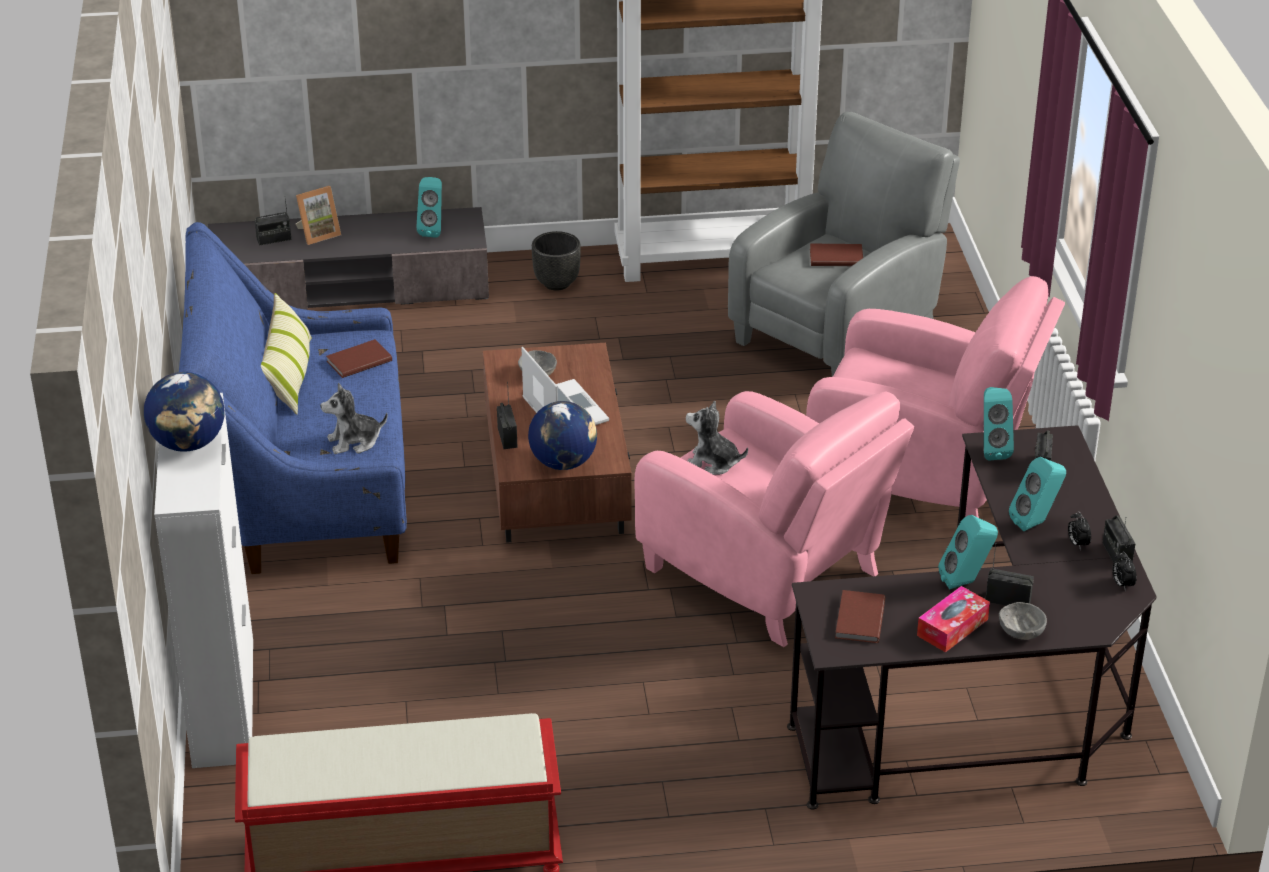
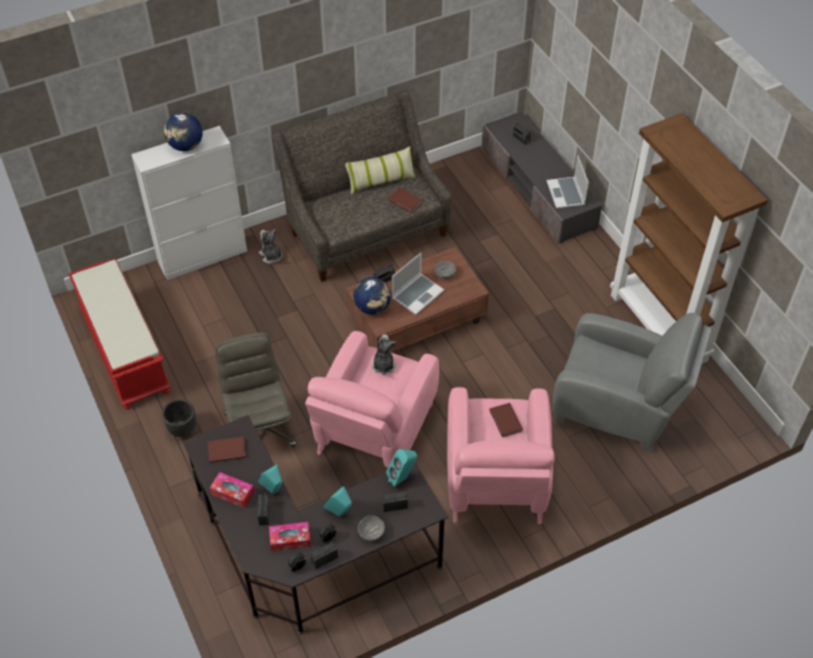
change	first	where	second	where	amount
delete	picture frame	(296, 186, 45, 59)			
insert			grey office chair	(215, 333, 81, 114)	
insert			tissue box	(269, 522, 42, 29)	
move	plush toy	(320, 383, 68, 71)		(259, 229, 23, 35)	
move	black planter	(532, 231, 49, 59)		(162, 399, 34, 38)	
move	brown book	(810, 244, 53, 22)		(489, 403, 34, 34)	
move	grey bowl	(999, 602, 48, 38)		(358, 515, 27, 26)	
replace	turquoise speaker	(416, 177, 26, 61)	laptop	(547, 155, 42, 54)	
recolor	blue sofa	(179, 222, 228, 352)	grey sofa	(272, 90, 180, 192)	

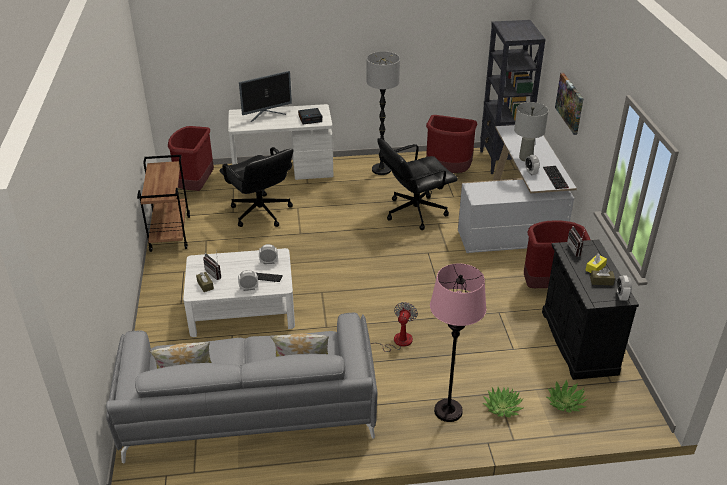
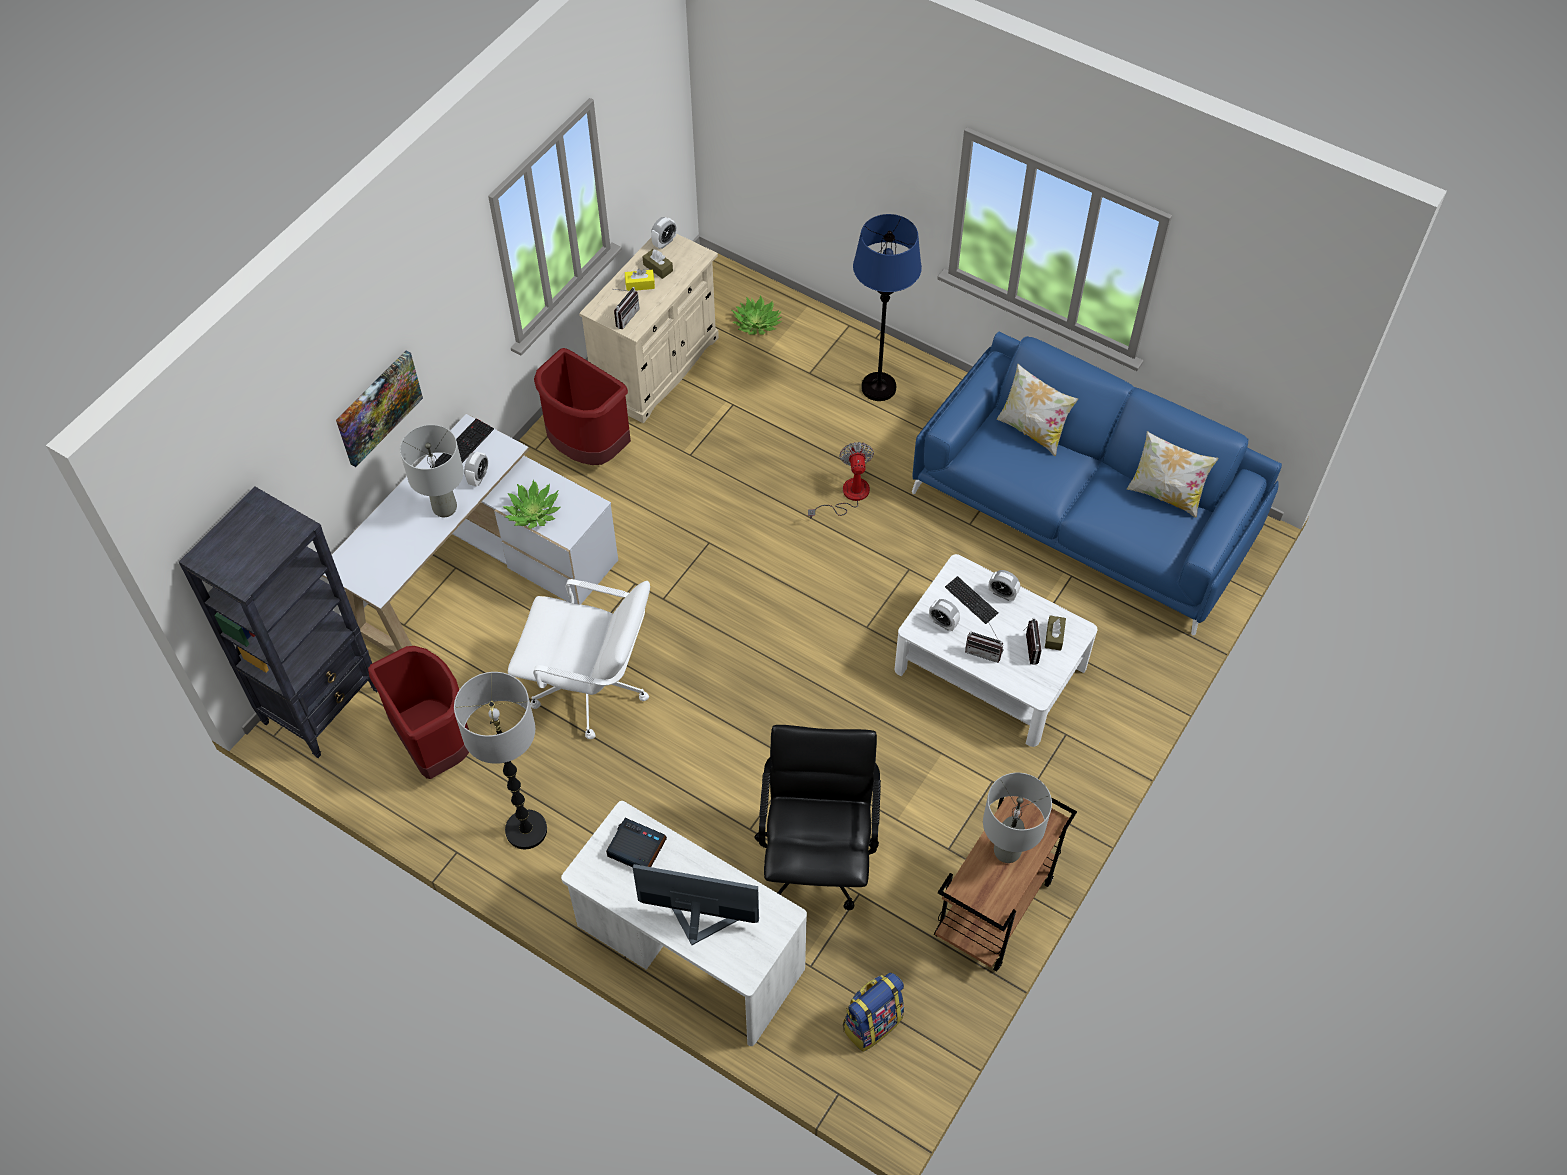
change	first	where	second	where	amount
insert			radio	(965, 620, 39, 43)	
insert			grey table lamp	(983, 773, 69, 90)	
move	potted plant	(483, 386, 40, 31)		(502, 480, 59, 49)	
replace	red trash can	(168, 126, 46, 65)	backpack	(843, 973, 61, 79)	
recolor	grey sofa	(106, 313, 272, 151)	blue sofa	(912, 331, 370, 305)	
recolor	black office chair	(377, 138, 81, 92)	white office chair	(508, 579, 142, 160)	
recolor	pink floor lamp	(430, 263, 57, 159)	blue floor lamp	(853, 214, 69, 187)	
recolor	black cabinet	(542, 240, 97, 140)	beige cabinet	(579, 233, 140, 190)	
rotate	fan	(371, 302, 47, 50)		(808, 442, 66, 77)	120 degrees clockwise

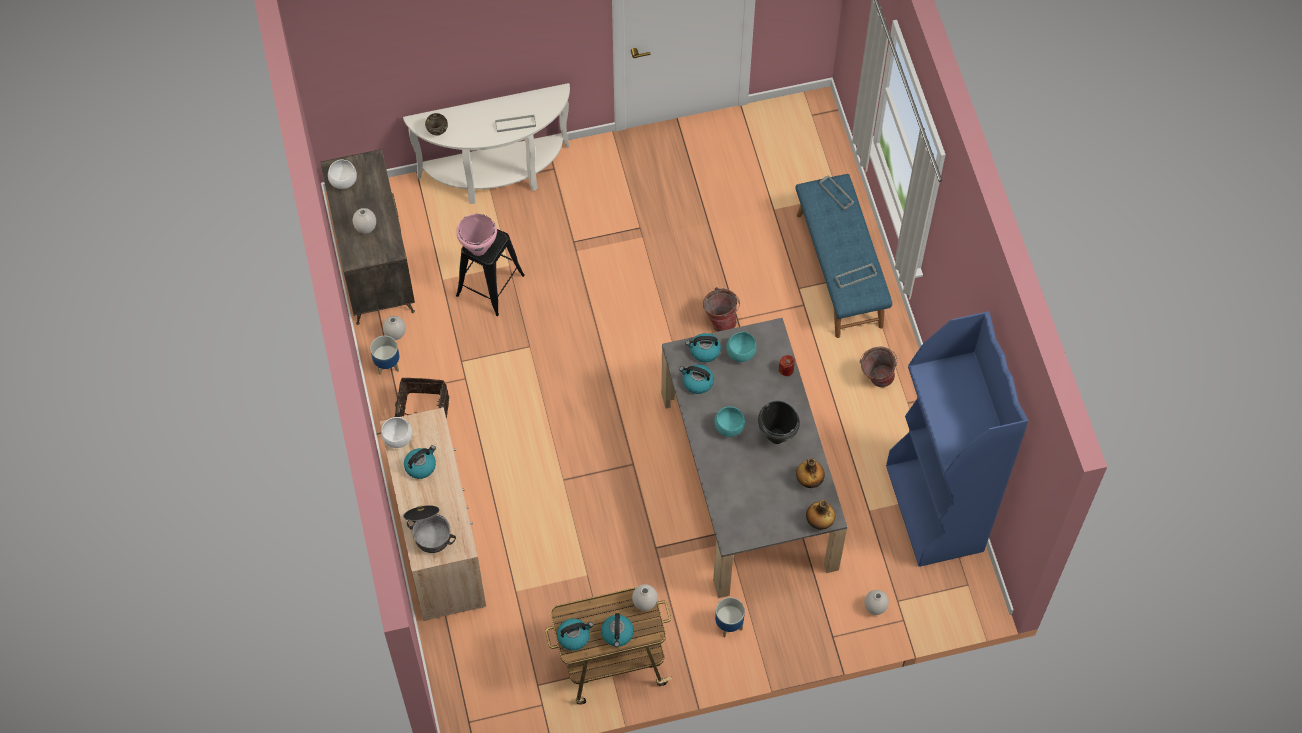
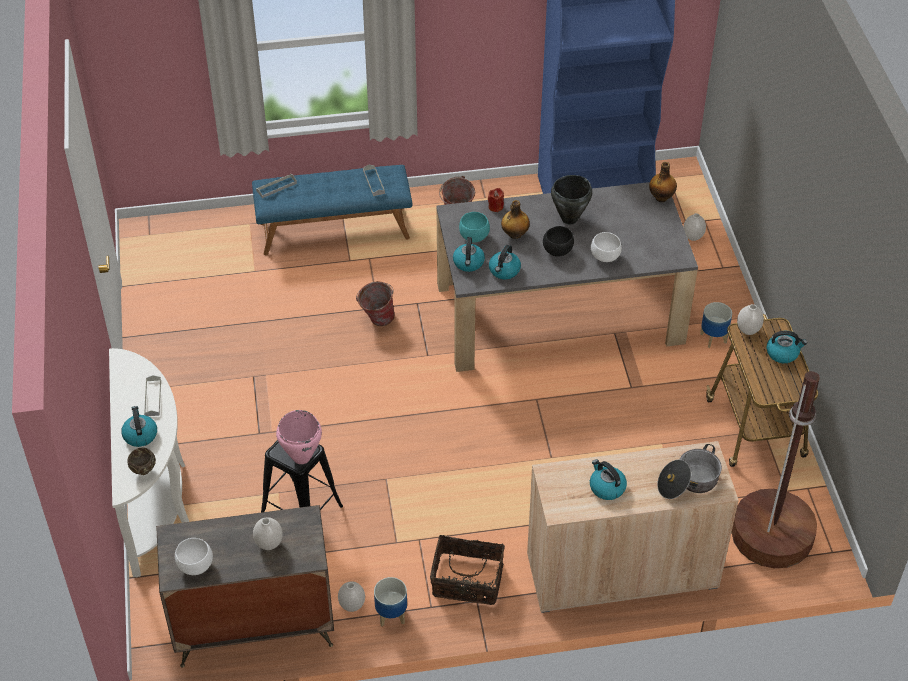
change	first	where	second	where	amount
insert			brown floor lamp	(731, 371, 89, 197)	
move	white bowl	(381, 417, 31, 31)		(591, 232, 31, 30)	
move	kettle	(557, 619, 36, 32)		(121, 406, 36, 41)	
move	bottle	(796, 458, 29, 30)		(501, 200, 29, 39)	
recolor	turquoise bowl	(714, 406, 31, 31)	black bowl	(543, 226, 31, 31)	

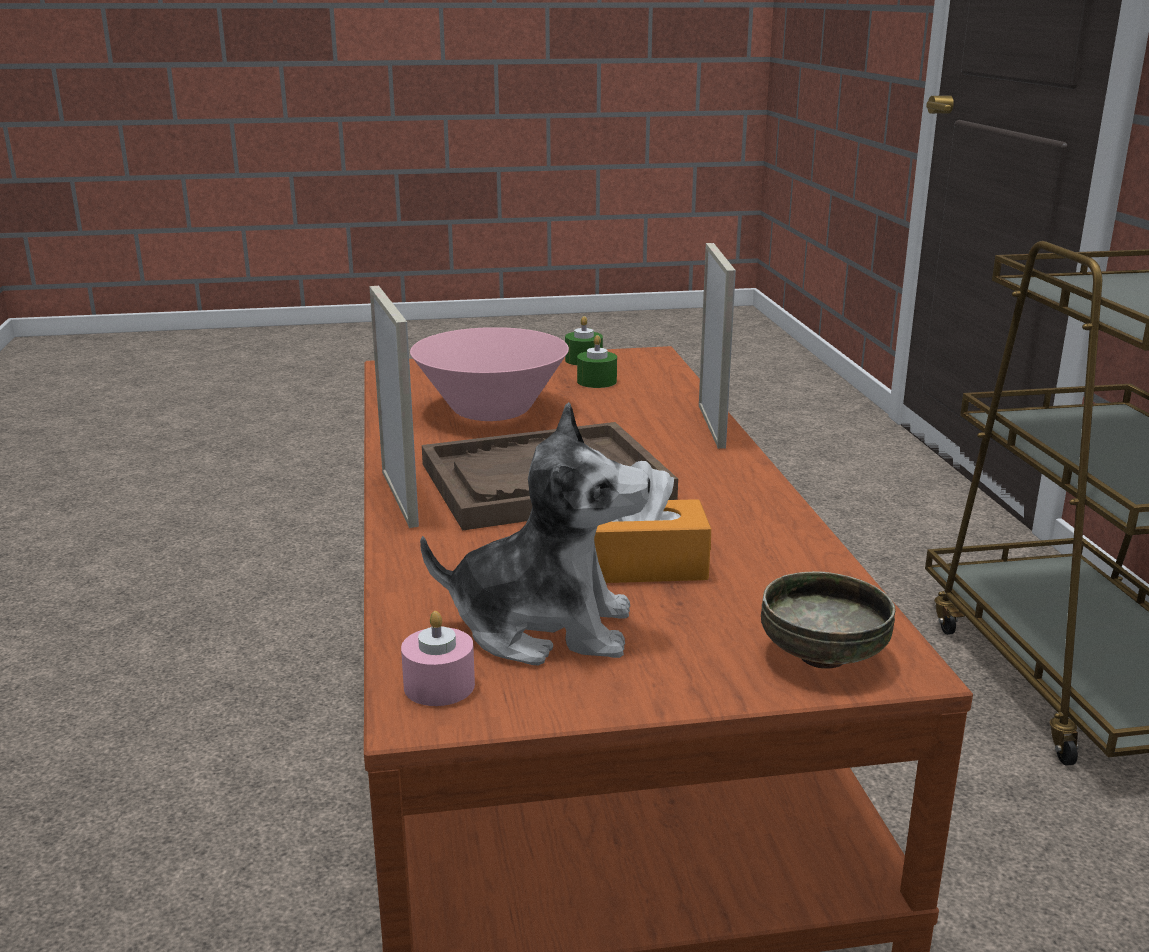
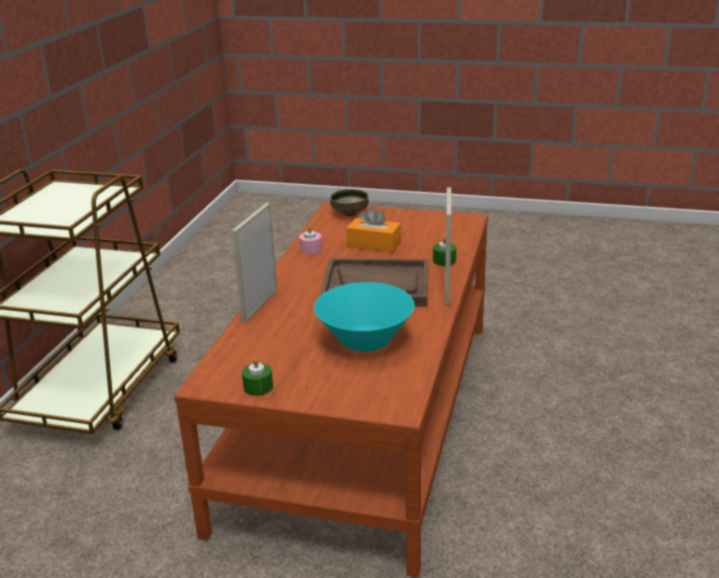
change	first	where	second	where	amount
delete	plush toy	(420, 402, 230, 264)			
move	pink candle	(401, 611, 74, 95)		(299, 225, 23, 29)	
move	green candle	(577, 335, 40, 53)		(433, 236, 23, 30)	
recolor	pink bowl	(410, 327, 159, 94)	turquoise bowl	(314, 282, 101, 70)	

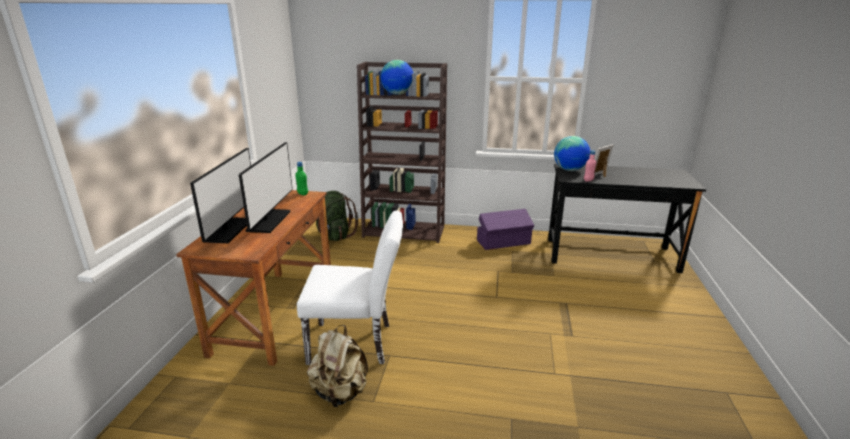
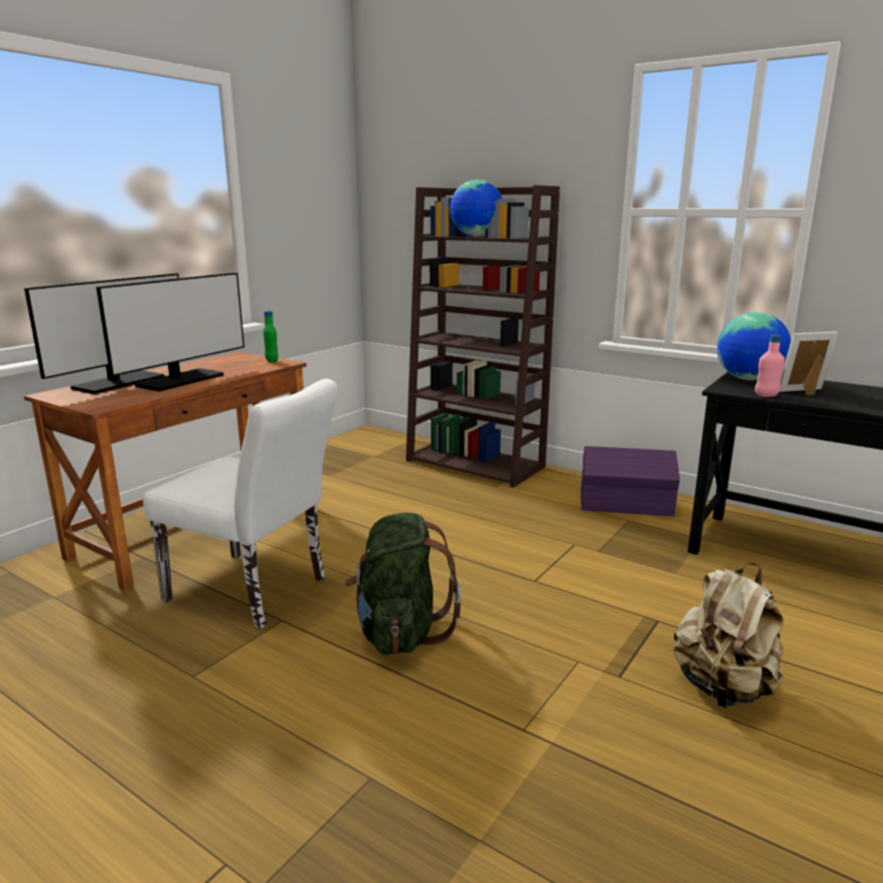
change	first	where	second	where	amount
move	beige backpack	(307, 325, 61, 82)		(673, 563, 111, 145)	
move	green backpack	(316, 191, 42, 50)		(345, 512, 116, 143)	

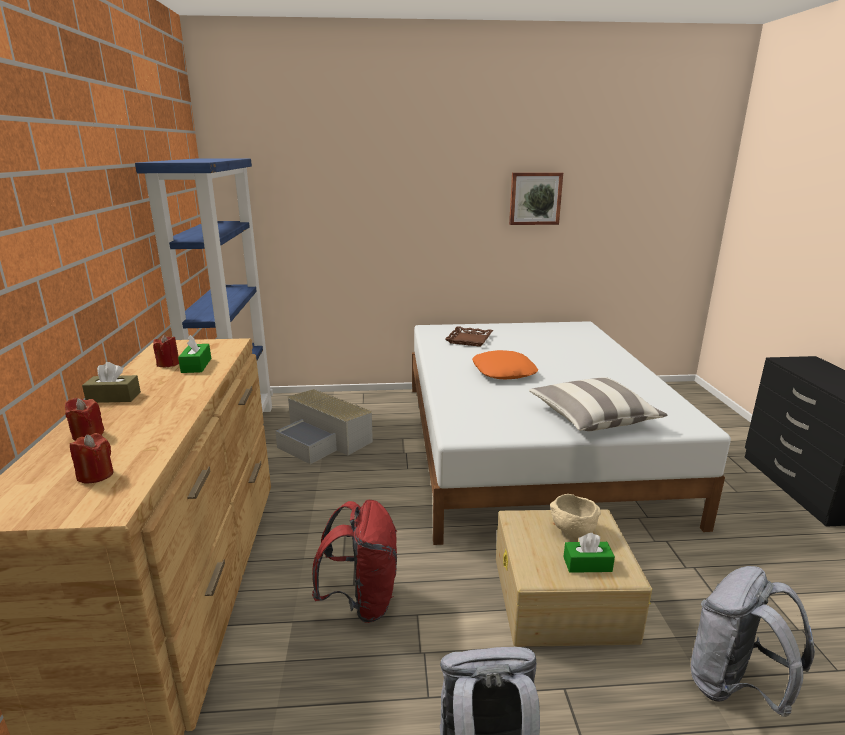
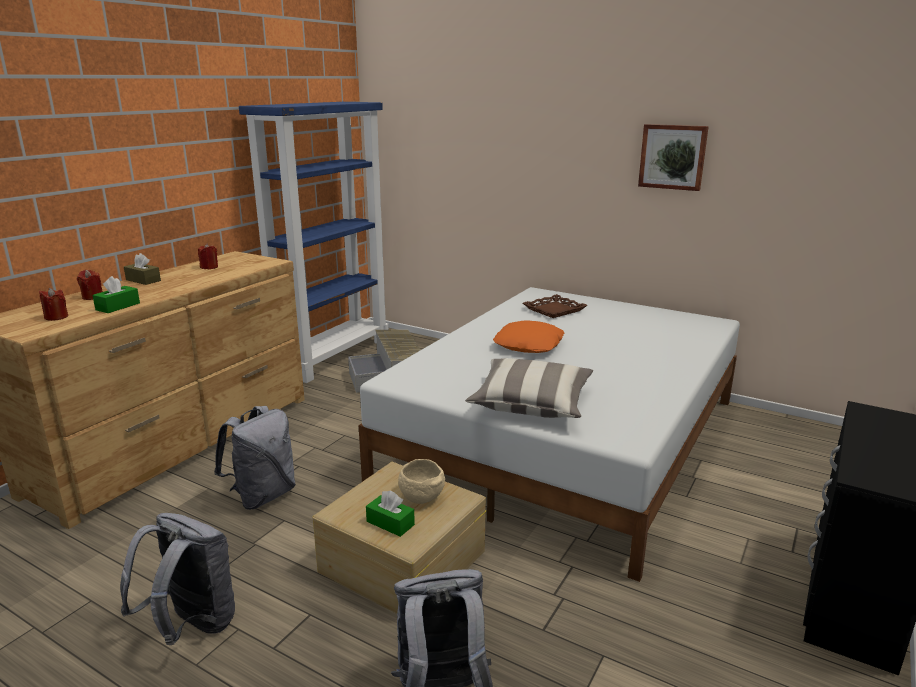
change	first	where	second	where	amount
move	green tissue box	(178, 335, 33, 38)		(92, 276, 48, 37)	
recolor	red backpack	(312, 500, 85, 123)	grey backpack	(214, 406, 82, 104)	

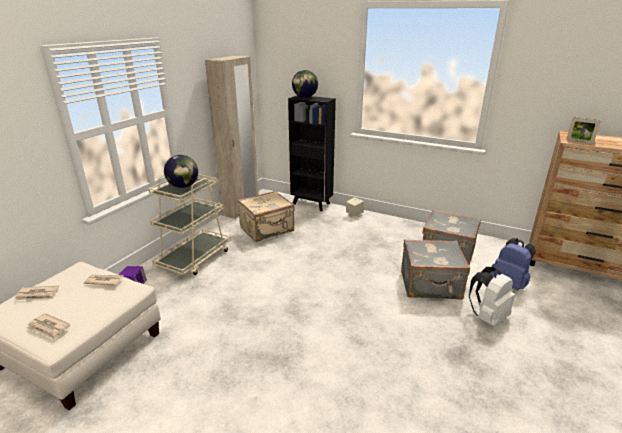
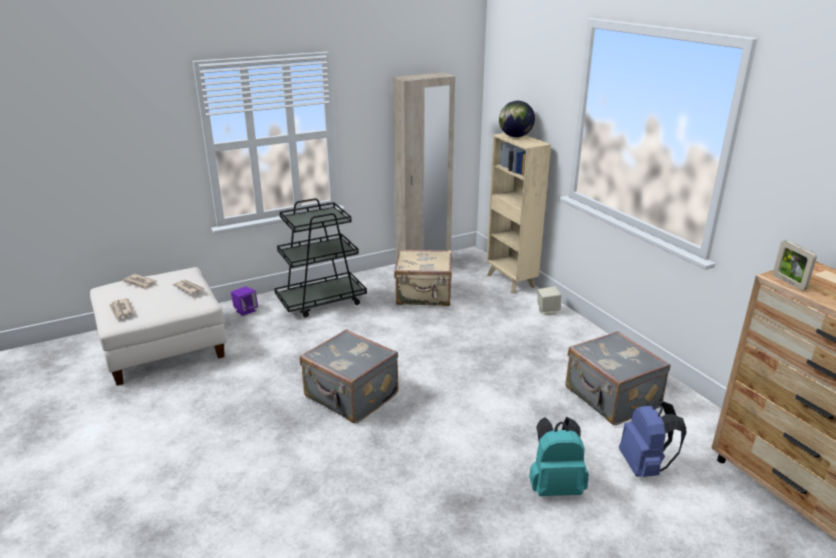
change	first	where	second	where	amount
delete	globe	(164, 155, 34, 33)			
move	grey suitcase	(401, 239, 69, 61)		(300, 329, 98, 94)	
recolor	beige cart	(148, 174, 83, 101)	black cart	(274, 198, 93, 120)	
recolor	black bookcase	(288, 95, 48, 116)	beige bookcase	(487, 133, 64, 160)	
recolor	white backpack	(469, 267, 46, 59)	turquoise backpack	(529, 417, 60, 79)	

